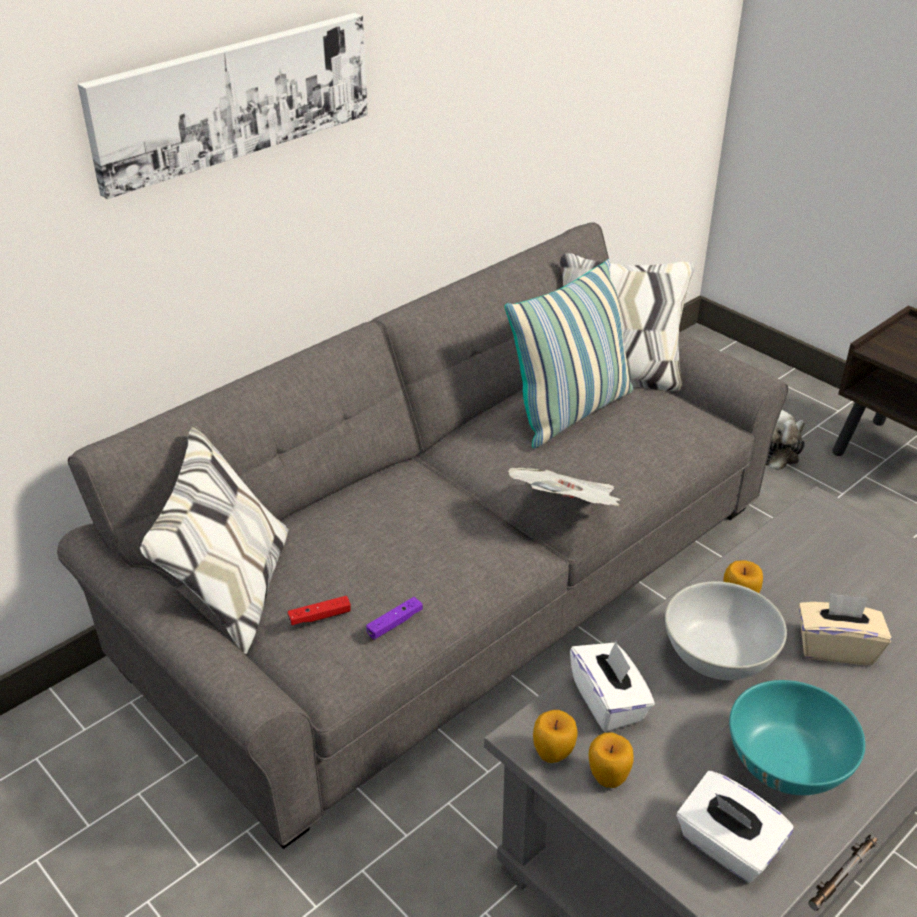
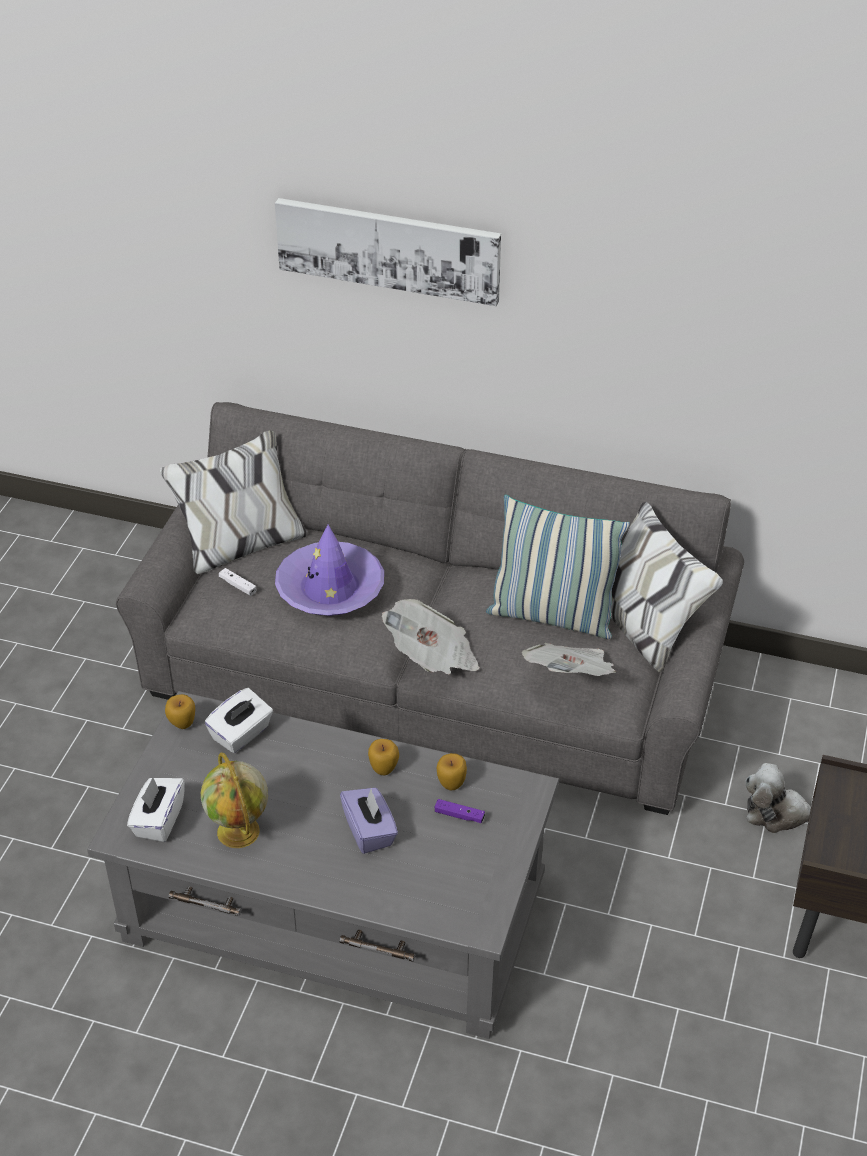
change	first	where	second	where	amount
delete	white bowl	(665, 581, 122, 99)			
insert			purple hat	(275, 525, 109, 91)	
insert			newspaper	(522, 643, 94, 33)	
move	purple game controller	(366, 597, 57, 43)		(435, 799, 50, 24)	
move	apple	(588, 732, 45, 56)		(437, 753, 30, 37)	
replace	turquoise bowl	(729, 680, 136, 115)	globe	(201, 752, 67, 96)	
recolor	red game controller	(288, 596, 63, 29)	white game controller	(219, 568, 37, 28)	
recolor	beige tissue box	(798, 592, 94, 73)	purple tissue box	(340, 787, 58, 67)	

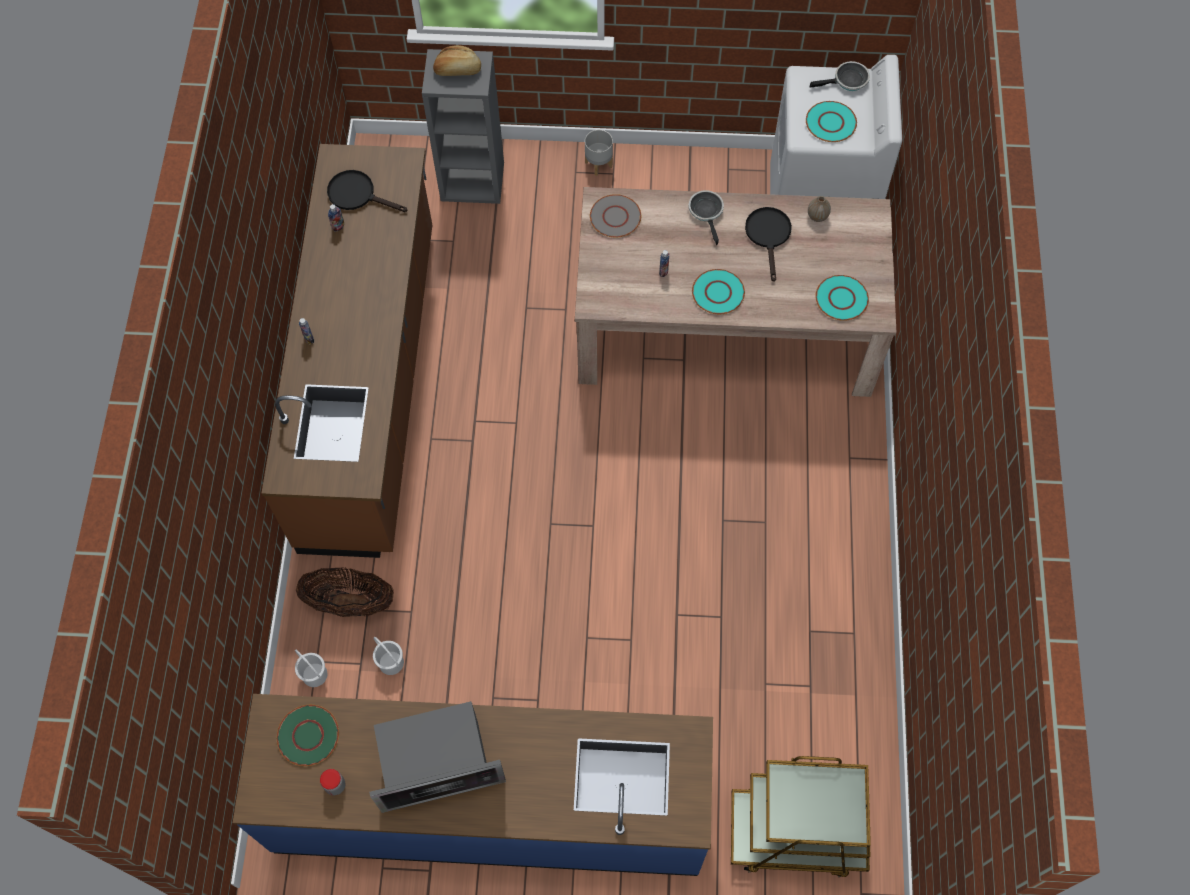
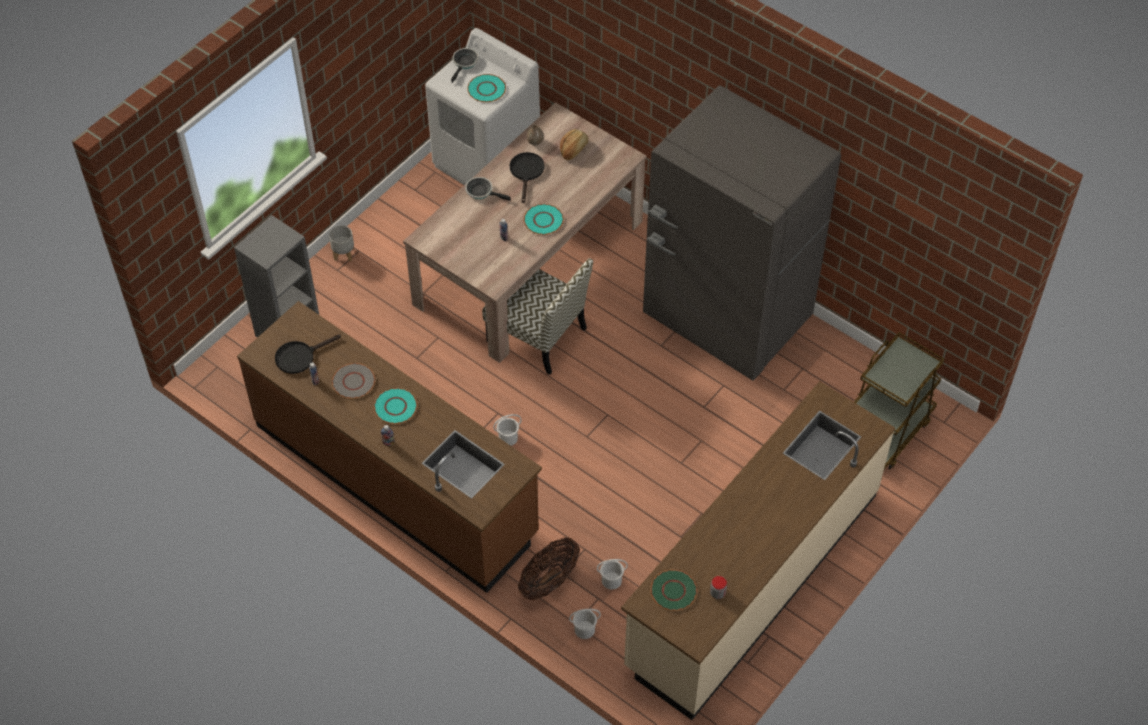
change	first	where	second	where	amount
delete	microwave	(369, 701, 137, 112)			
insert			chair	(482, 258, 111, 117)	
insert			white bucket	(493, 414, 29, 32)	
insert			grey fridge	(643, 85, 198, 296)	
move	bread	(433, 45, 48, 31)		(560, 129, 28, 31)	
move	grey plate	(590, 194, 51, 43)		(332, 363, 43, 36)	
move	turquoise plate	(815, 275, 54, 46)		(374, 388, 44, 36)	
recolor	blue counter	(233, 694, 480, 182)	beige counter	(621, 381, 274, 339)	
rotate	black frying pan	(745, 207, 47, 75)		(510, 152, 35, 51)	60 degrees clockwise

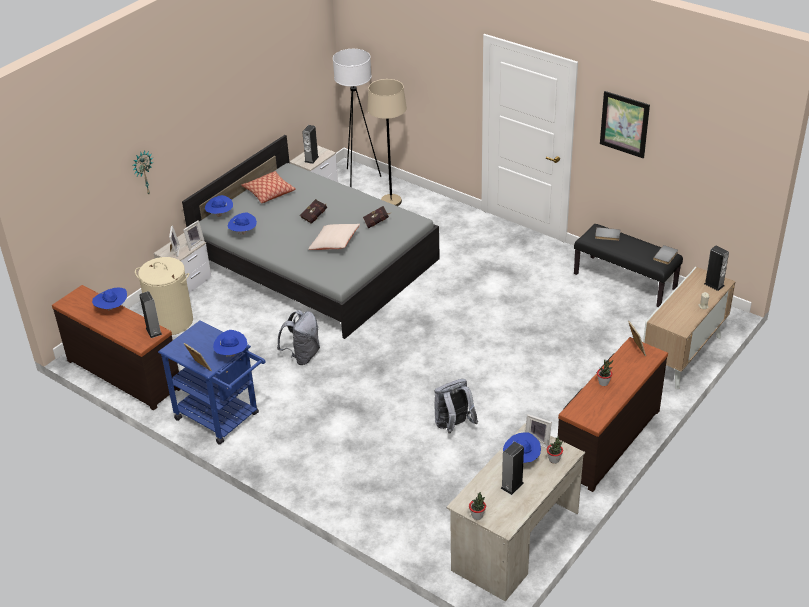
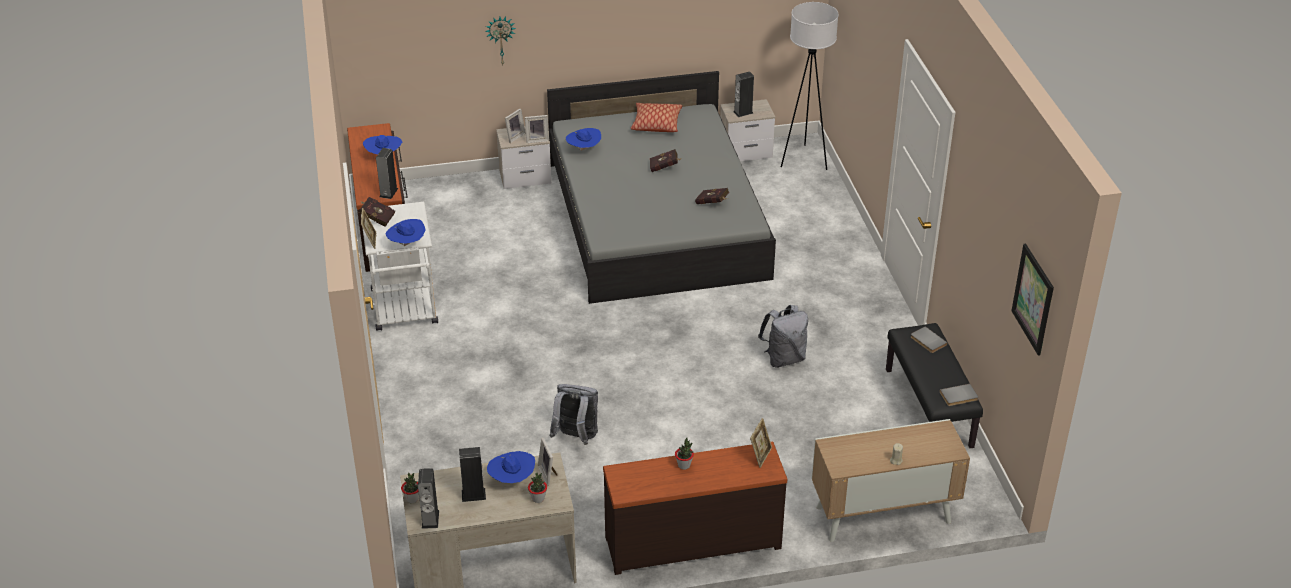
change	first	where	second	where	amount
delete	beige laundry basket	(135, 257, 58, 78)			
delete	blue hat	(205, 195, 28, 22)			
delete	beige pillow	(308, 224, 52, 26)			
delete	beige floor lamp	(367, 79, 40, 127)			
insert			red book	(359, 197, 36, 30)	
move	grey backpack	(277, 310, 43, 55)		(758, 305, 50, 63)	
move	picture	(600, 91, 50, 67)		(1011, 244, 43, 112)	
move	speaker	(704, 246, 25, 45)		(418, 468, 21, 61)	
recolor	blue cart	(158, 320, 108, 125)	white cart	(362, 202, 76, 129)	

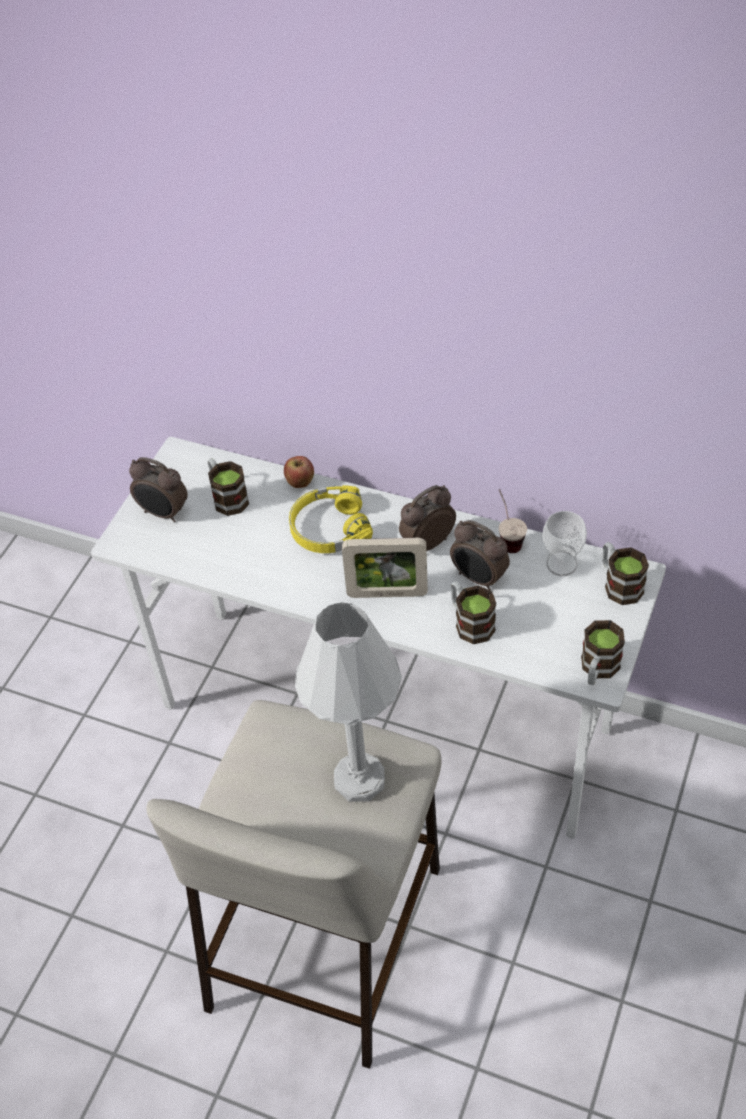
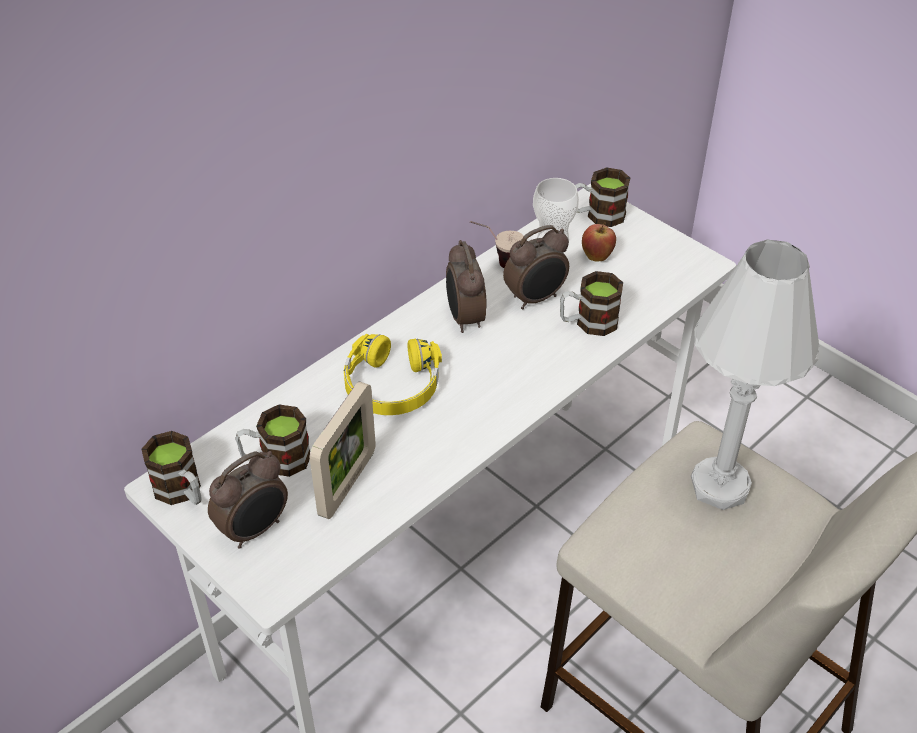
change	first	where	second	where	amount
move	apple	(284, 456, 30, 32)		(582, 222, 34, 39)	
move	picture frame	(342, 538, 86, 60)		(310, 382, 66, 137)	
move	mug	(581, 620, 44, 65)		(141, 431, 61, 74)	

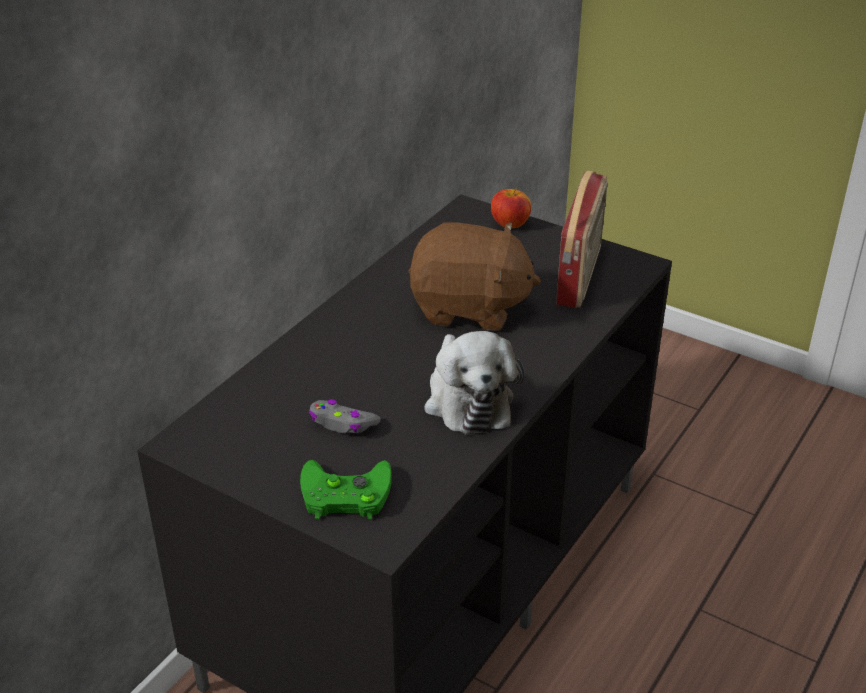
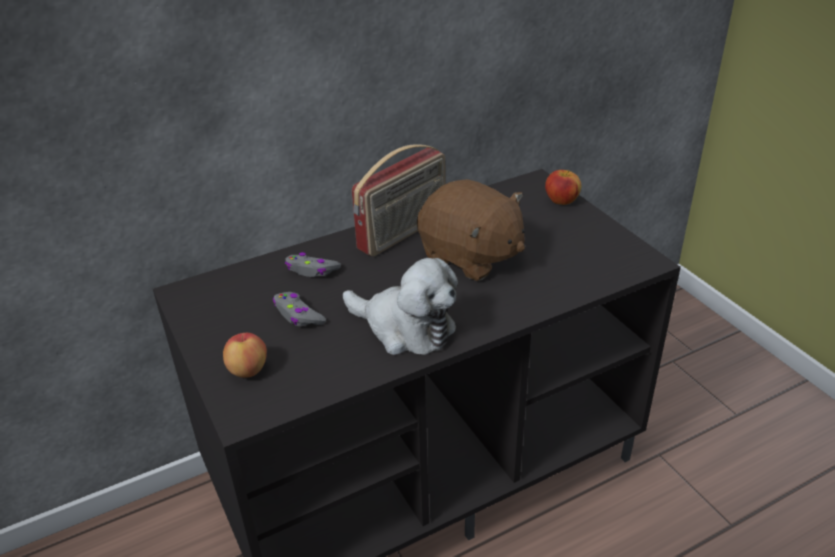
change	first	where	second	where	amount
insert			grey game controller	(285, 252, 56, 25)	
move	radio	(556, 171, 52, 137)		(352, 144, 94, 113)	
replace	green game controller	(300, 460, 92, 60)	apple	(223, 333, 44, 45)	
rotate	plush toy	(425, 331, 99, 104)		(343, 258, 115, 97)	75 degrees counterclockwise

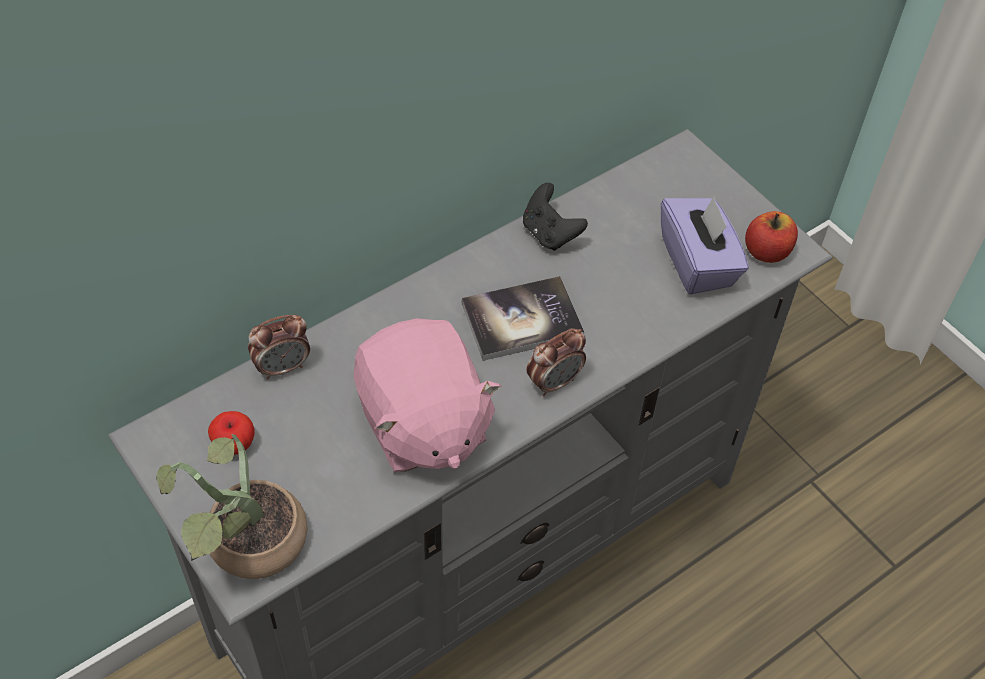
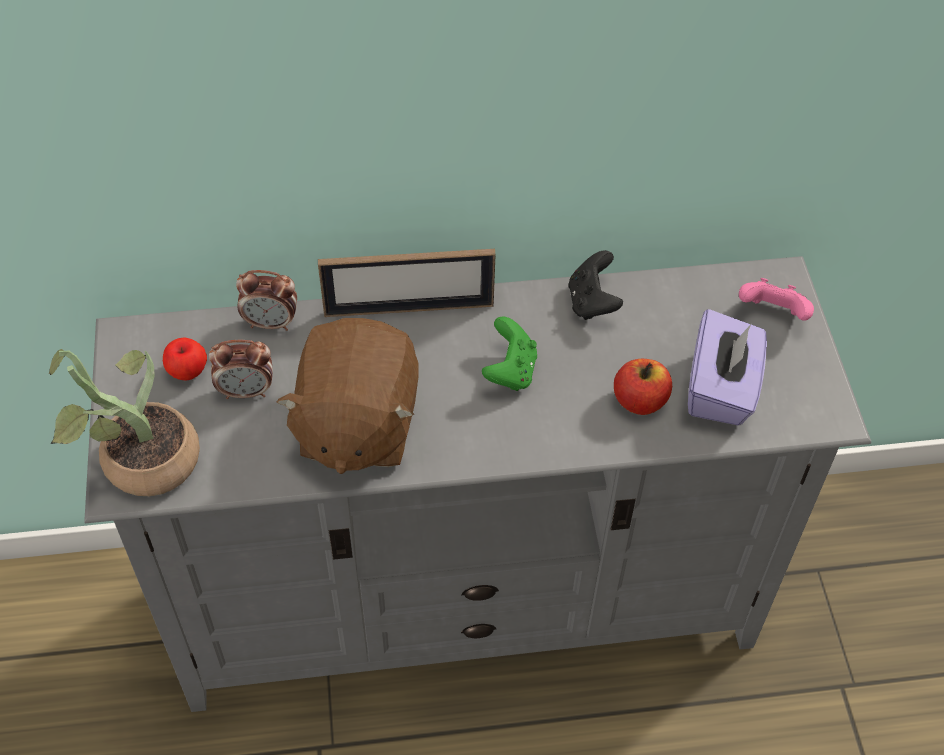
change	first	where	second	where	amount
insert			picture frame	(318, 249, 178, 68)	
insert			pink game controller	(739, 278, 75, 43)	
move	alarm clock	(526, 328, 60, 69)		(209, 340, 64, 59)	
move	apple	(745, 211, 53, 52)		(614, 359, 58, 56)	
replace	book	(462, 276, 122, 85)	green game controller	(482, 316, 55, 75)	
recolor	pink plush toy	(354, 318, 147, 154)	brown plush toy	(276, 318, 143, 156)	

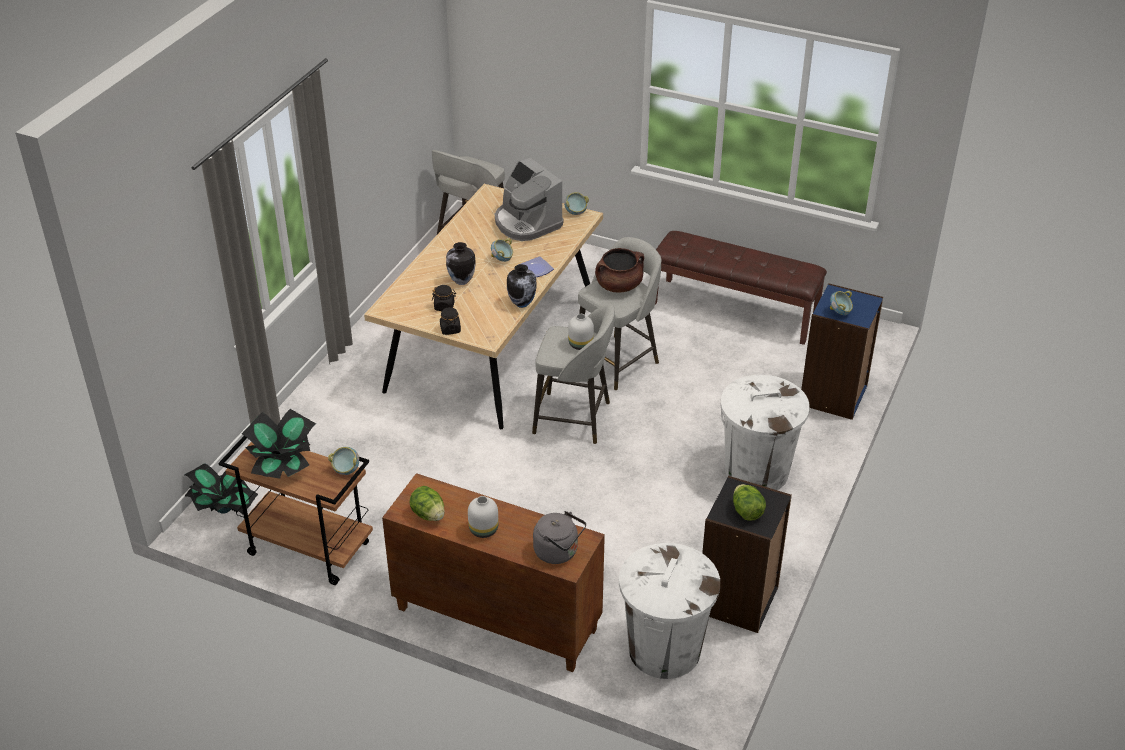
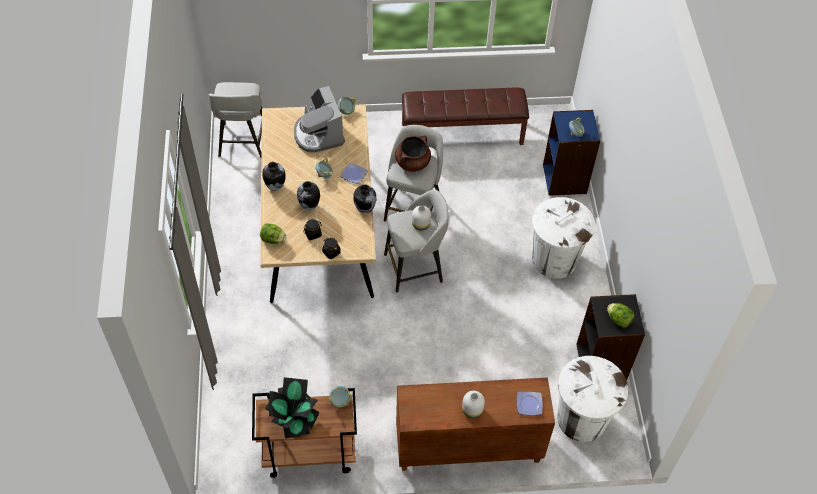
change	first	where	second	where	amount
delete	potted plant	(185, 463, 73, 51)			
insert			vase	(262, 162, 24, 29)	
move	lettuce	(409, 486, 36, 35)		(260, 223, 27, 21)	
replace	grey kettle	(533, 511, 53, 53)	plate	(517, 392, 26, 23)	
rotate	coffee machine	(495, 158, 68, 83)		(294, 86, 51, 67)	45 degrees clockwise

